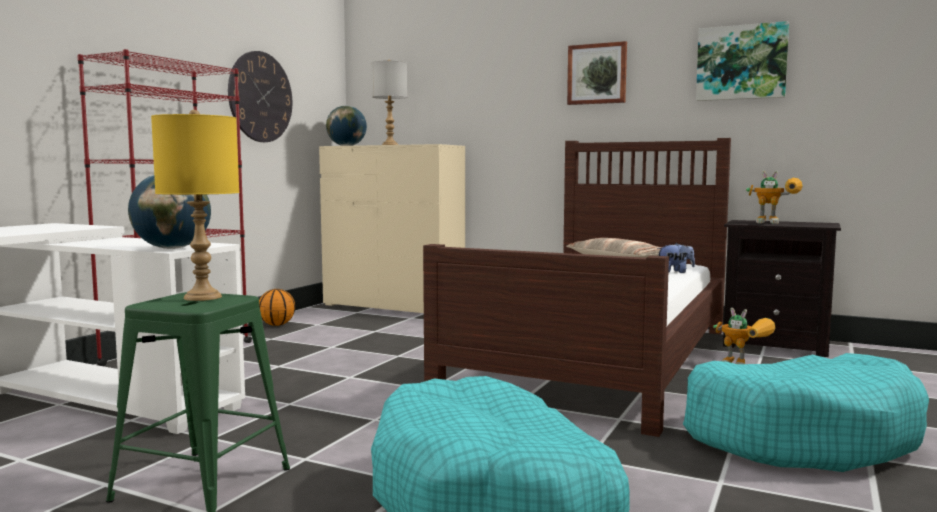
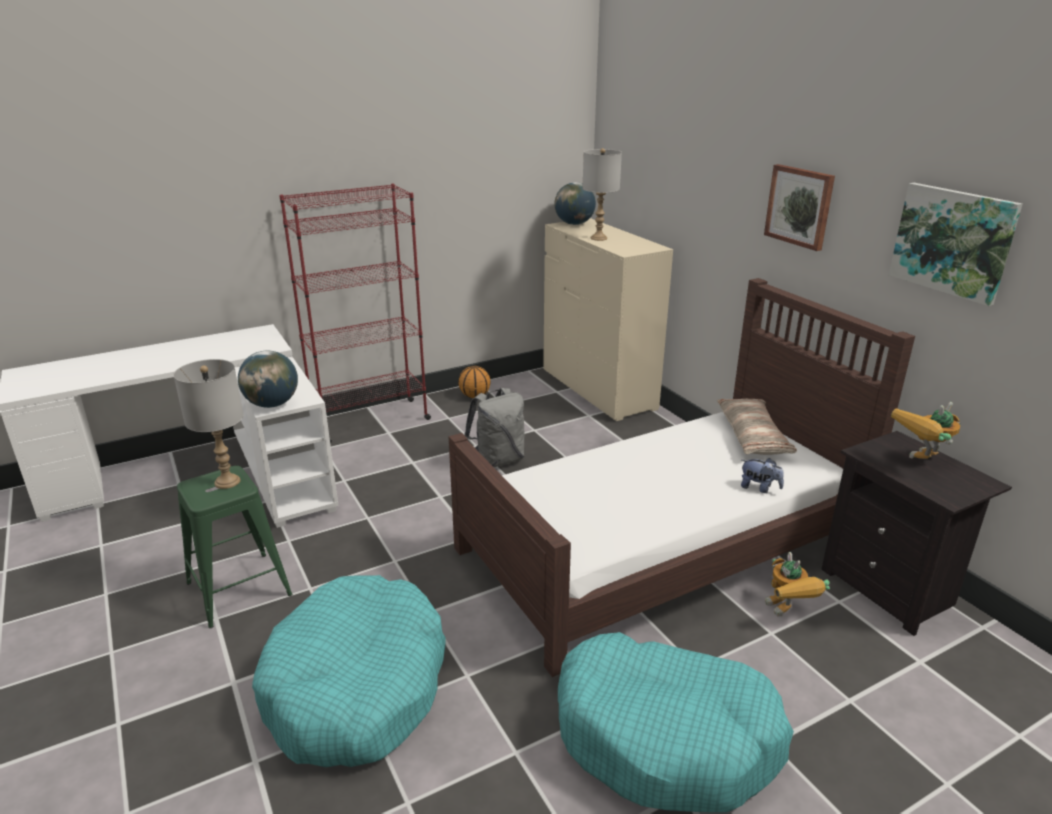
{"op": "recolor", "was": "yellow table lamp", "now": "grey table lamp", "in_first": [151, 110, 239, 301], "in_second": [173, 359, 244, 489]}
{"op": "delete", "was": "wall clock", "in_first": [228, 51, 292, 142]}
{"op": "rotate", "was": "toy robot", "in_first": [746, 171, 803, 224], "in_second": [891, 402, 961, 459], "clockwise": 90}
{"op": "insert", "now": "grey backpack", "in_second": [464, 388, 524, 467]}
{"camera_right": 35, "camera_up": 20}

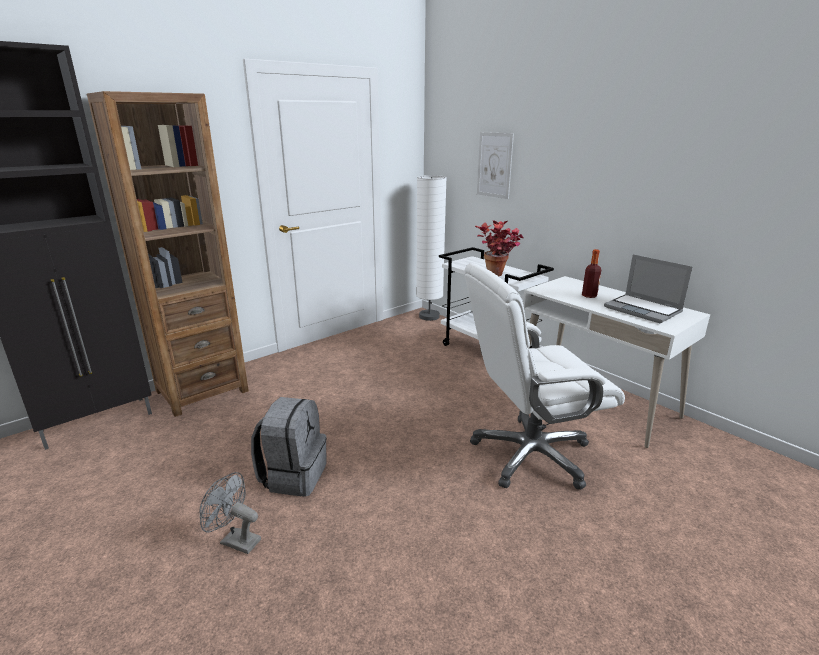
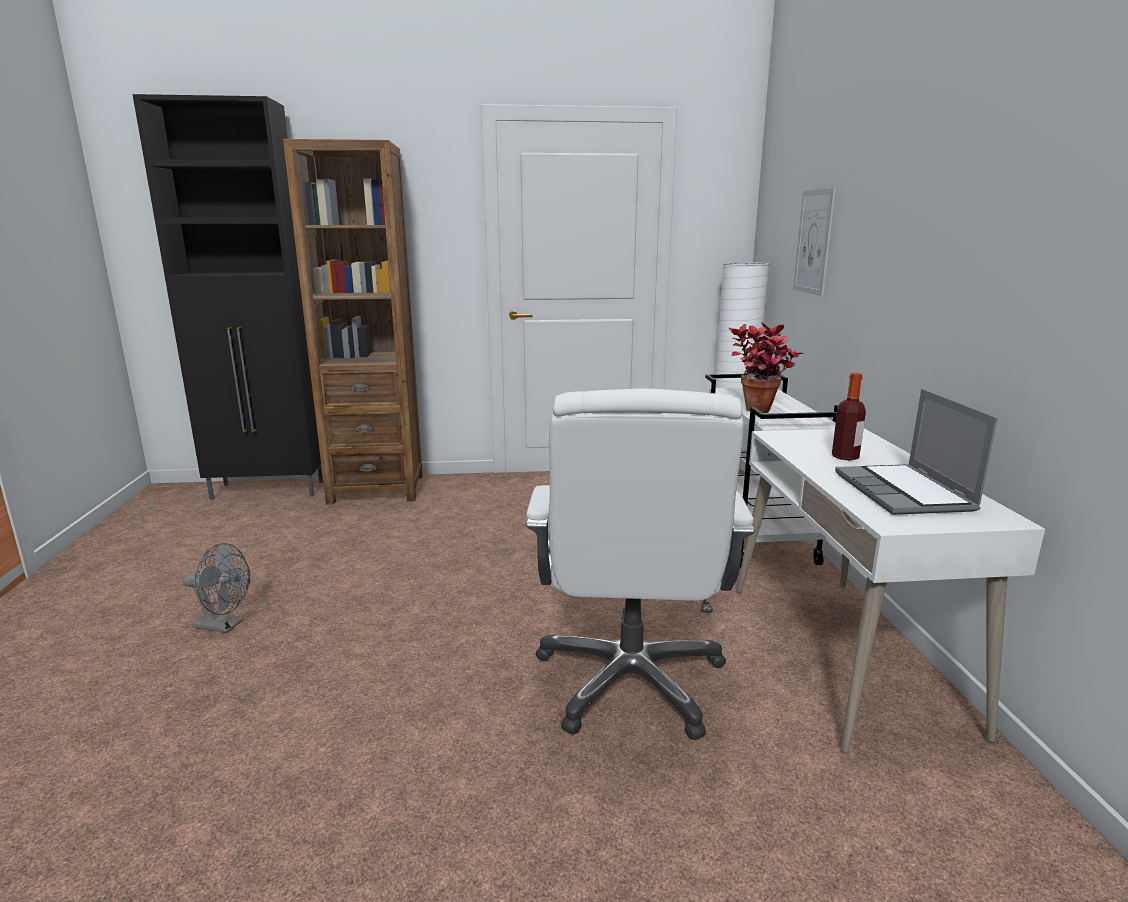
{"op": "rotate", "was": "grey fan", "in_first": [199, 472, 261, 554], "in_second": [183, 543, 250, 633], "clockwise": 135}
{"op": "delete", "was": "grey backpack", "in_first": [251, 397, 327, 497]}
{"op": "rotate", "was": "white office chair", "in_first": [465, 263, 625, 490], "in_second": [526, 388, 755, 740], "clockwise": -105}
{"camera_right": 35, "camera_up": -5}

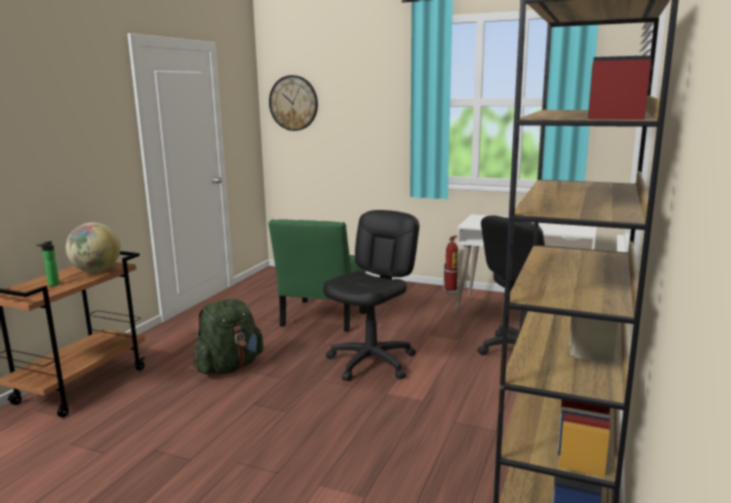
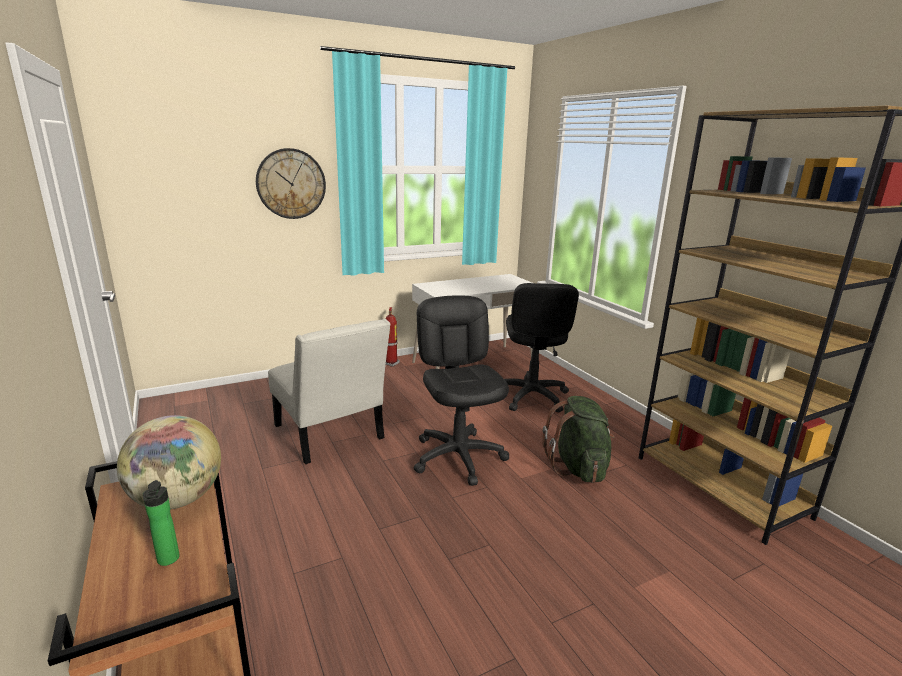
{"op": "move", "was": "green backpack", "in_first": [193, 299, 264, 374], "in_second": [542, 396, 614, 483]}
{"op": "recolor", "was": "green chair", "now": "white chair", "in_first": [268, 219, 366, 332], "in_second": [268, 319, 390, 464]}
{"op": "move", "was": "wall clock", "in_first": [269, 75, 318, 131], "in_second": [256, 148, 326, 219]}
{"camera_right": -50, "camera_up": 5}

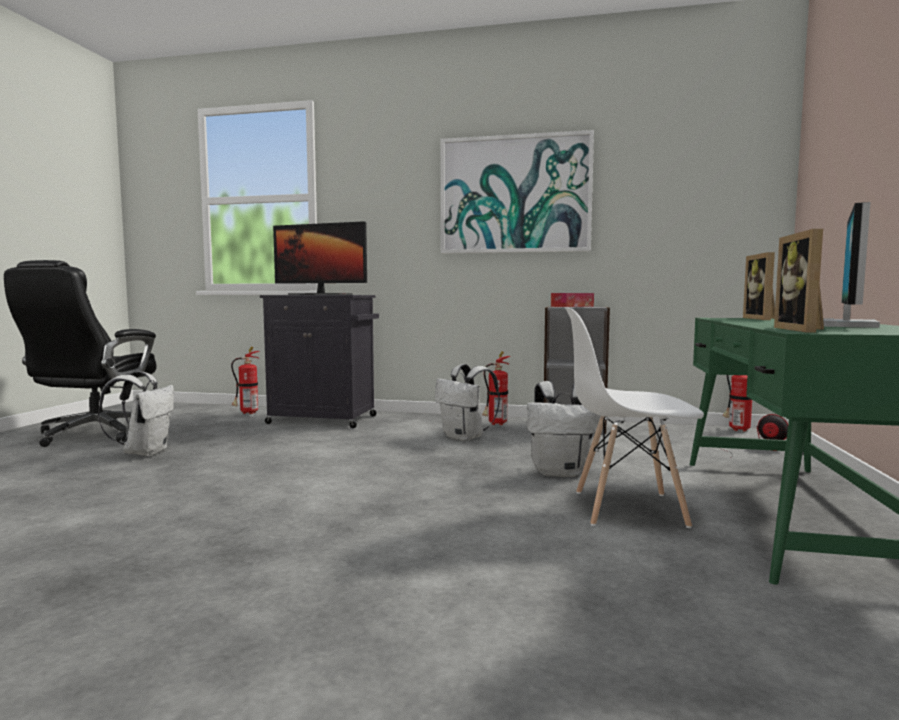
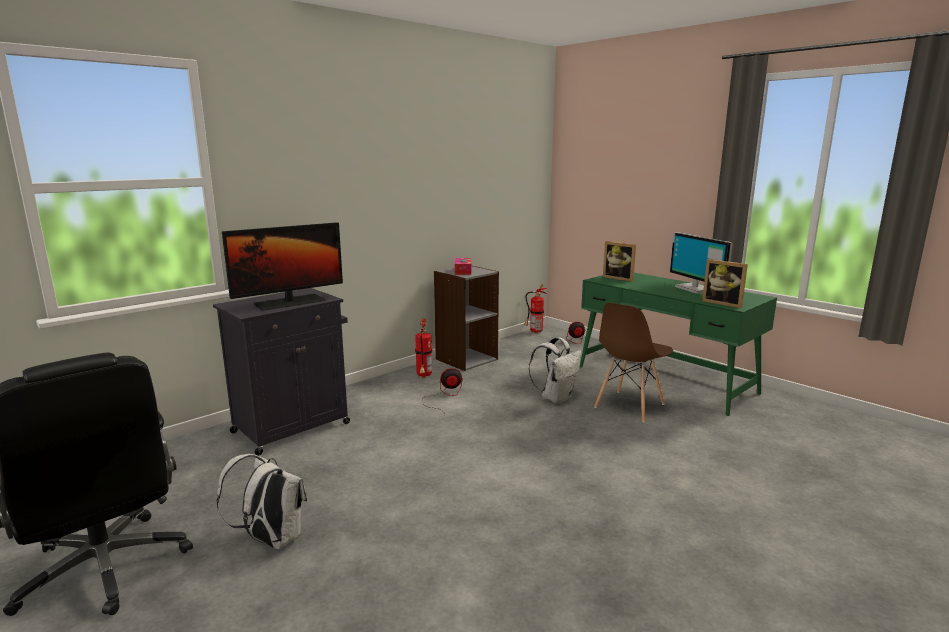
{"op": "delete", "was": "fire extinguisher", "in_first": [231, 347, 260, 414]}
{"op": "replace", "was": "white backpack", "now": "fan", "in_first": [435, 364, 500, 441], "in_second": [422, 368, 463, 414]}
{"op": "delete", "was": "picture", "in_first": [440, 130, 594, 254]}
{"op": "recolor", "was": "white chair", "now": "brown chair", "in_first": [564, 307, 704, 528], "in_second": [594, 302, 673, 422]}
{"camera_right": -55, "camera_up": 10}

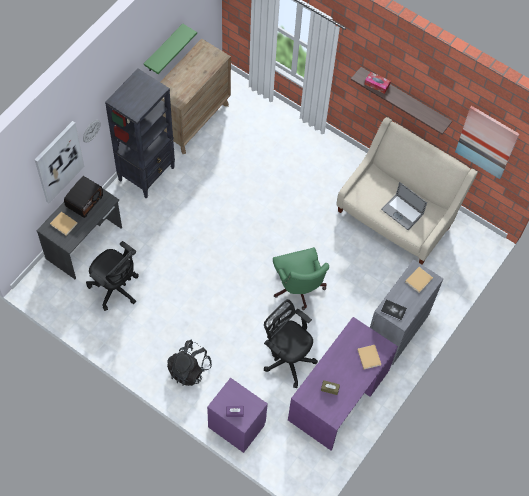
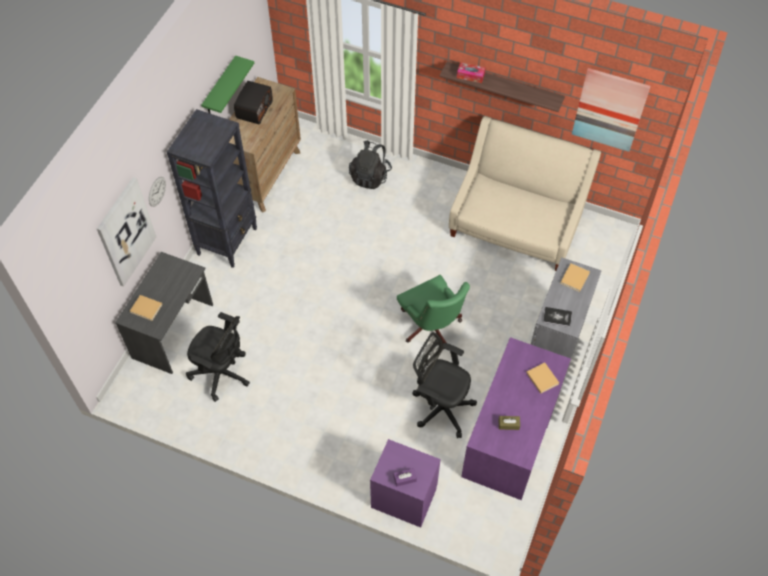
{"op": "move", "was": "radio", "in_first": [64, 176, 103, 218], "in_second": [234, 81, 273, 124]}
{"op": "move", "was": "black backpack", "in_first": [167, 339, 212, 386], "in_second": [349, 140, 392, 189]}
{"op": "delete", "was": "laptop", "in_first": [381, 182, 427, 230]}
{"camera_right": -10, "camera_up": -5}

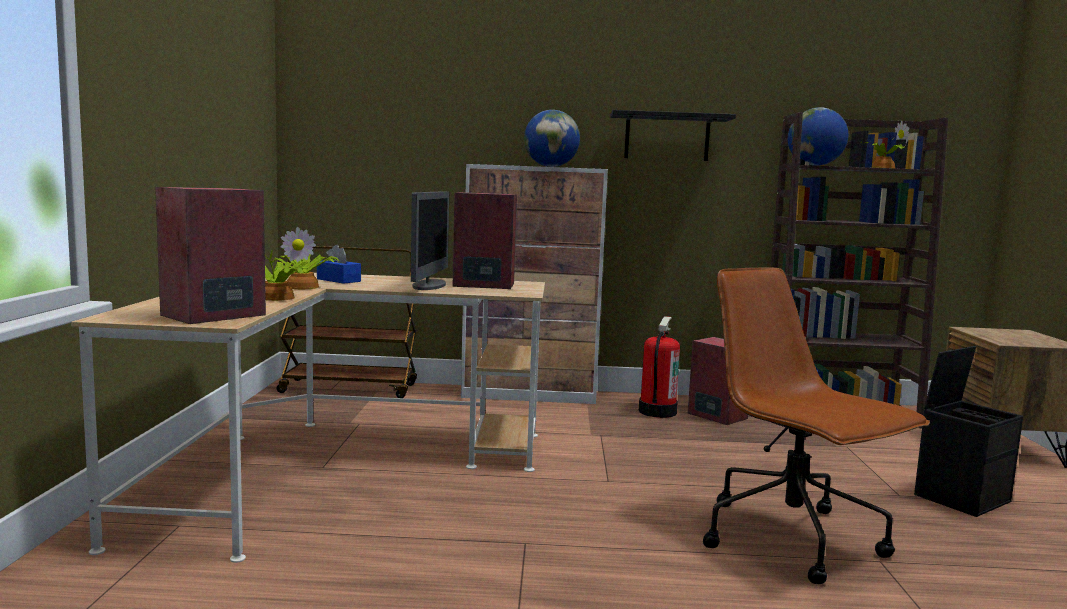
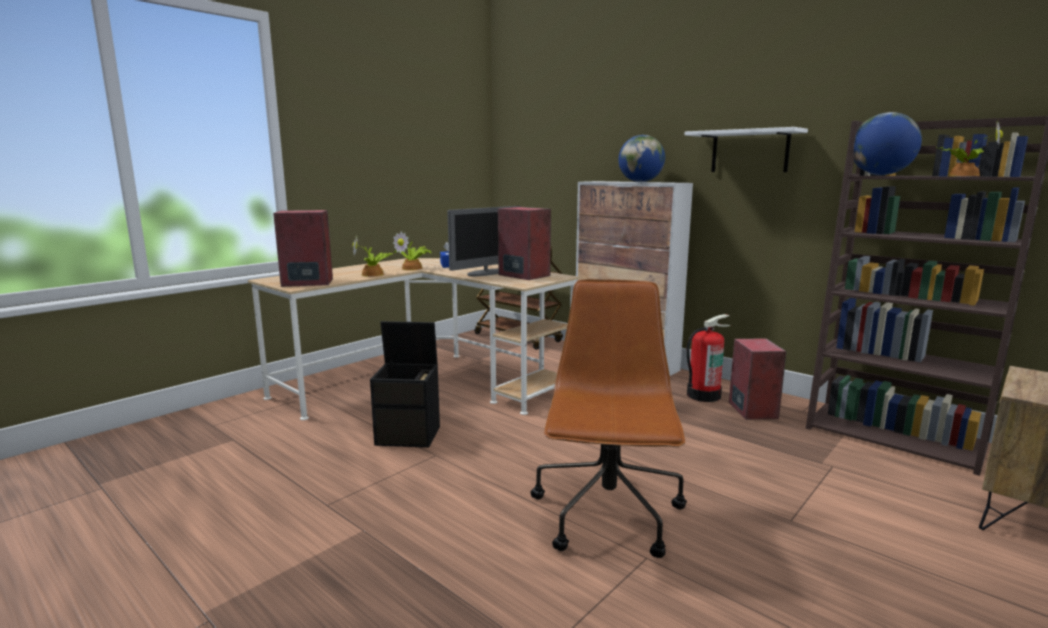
{"op": "recolor", "was": "black shelf", "now": "white shelf", "in_first": [610, 110, 736, 161], "in_second": [684, 127, 808, 172]}
{"op": "move", "was": "black storage box", "in_first": [914, 346, 1023, 517], "in_second": [370, 321, 440, 448]}
{"camera_right": 40, "camera_up": 5}

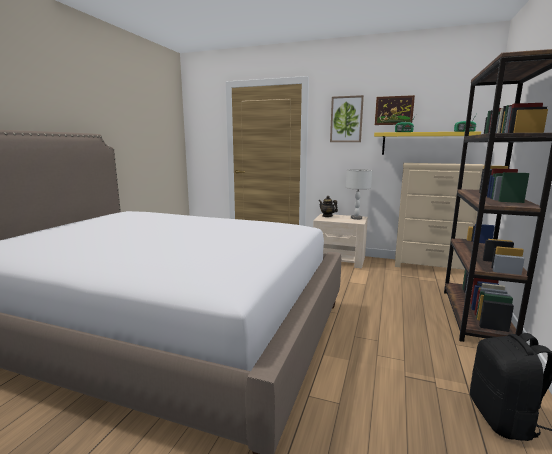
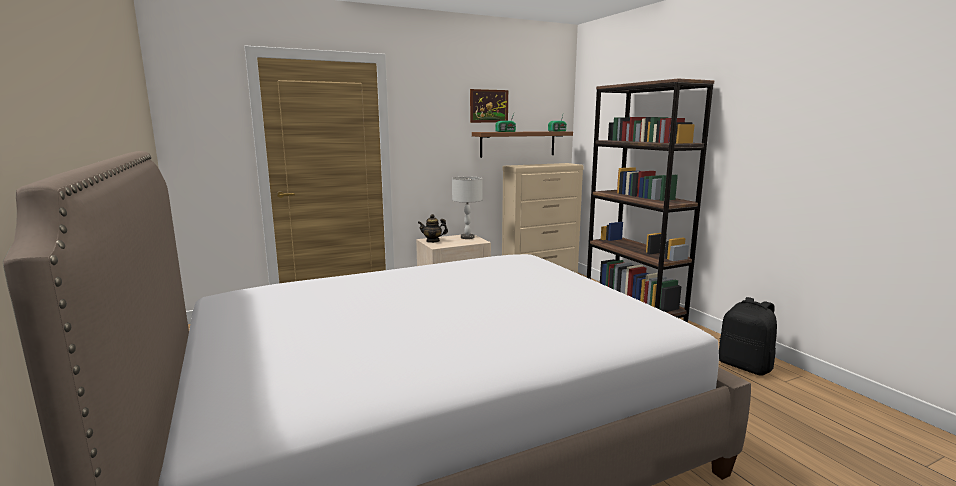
{"op": "delete", "was": "picture", "in_first": [330, 95, 364, 142]}
{"op": "recolor", "was": "yellow shelf", "now": "brown shelf", "in_first": [374, 131, 481, 155], "in_second": [472, 131, 573, 158]}
{"camera_right": -45, "camera_up": 0}

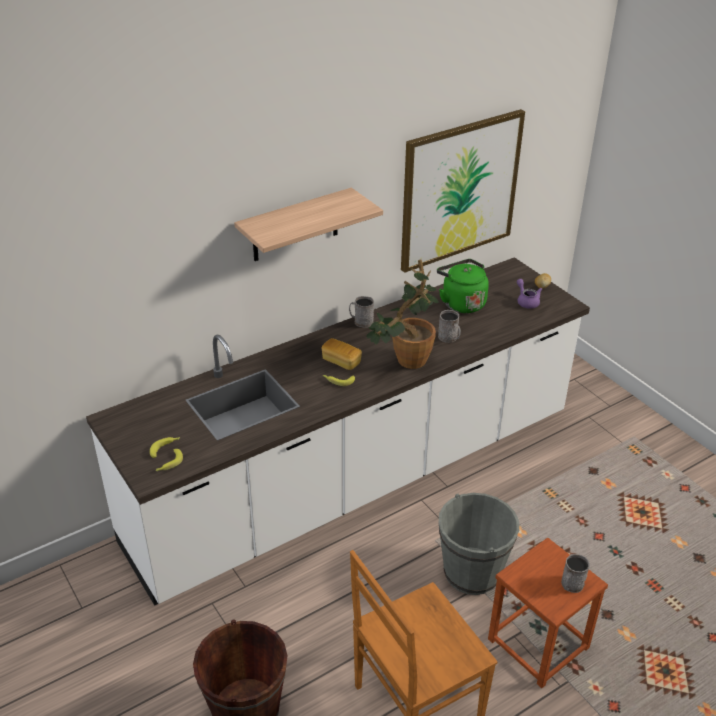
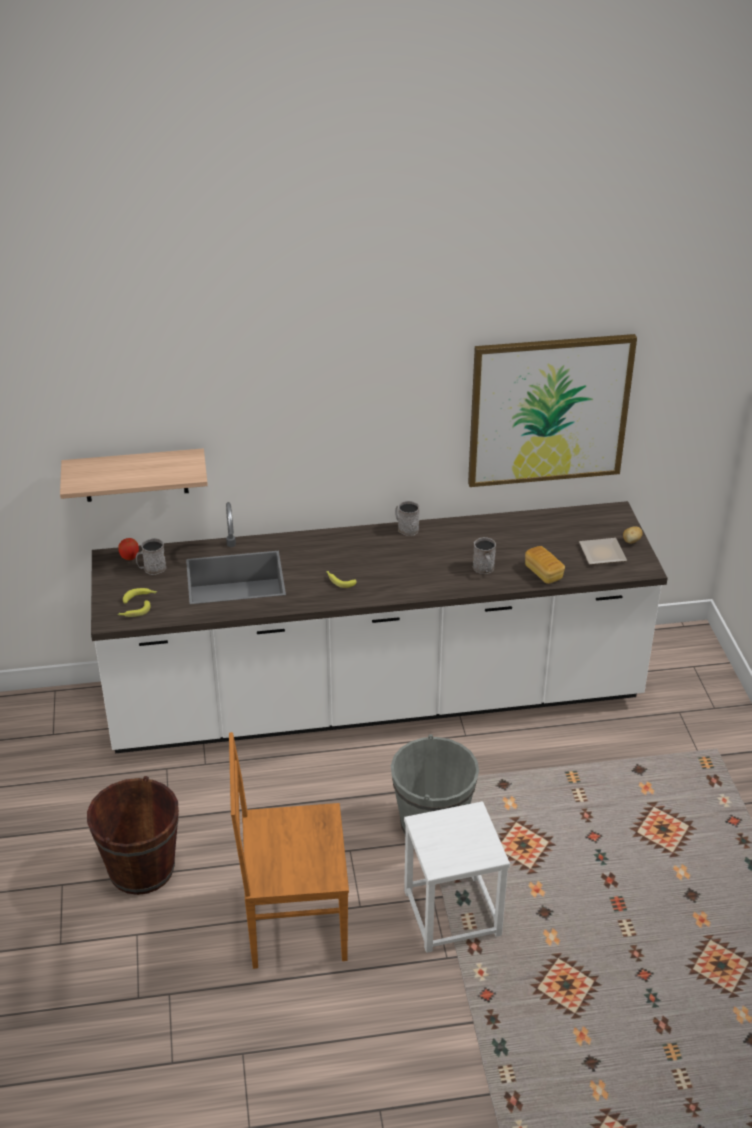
{"op": "move", "was": "shelf", "in_first": [234, 188, 383, 261], "in_second": [60, 448, 208, 502]}
{"op": "move", "was": "bread", "in_first": [322, 338, 362, 370], "in_second": [525, 546, 565, 584]}
{"op": "delete", "was": "potted plant", "in_first": [366, 260, 439, 369]}
{"op": "delete", "was": "green kettle", "in_first": [437, 259, 489, 313]}
{"op": "recolor", "was": "brown stool", "now": "white stool", "in_first": [488, 538, 608, 688], "in_second": [404, 801, 510, 953]}
{"op": "replace", "was": "purple teapot", "now": "plate", "in_first": [517, 279, 542, 309], "in_second": [579, 538, 627, 565]}
{"op": "move", "was": "grey mug", "in_first": [561, 554, 590, 593], "in_second": [136, 538, 166, 575]}
{"op": "insert", "now": "apple", "in_second": [118, 538, 139, 560]}
{"camera_right": 25, "camera_up": 0}

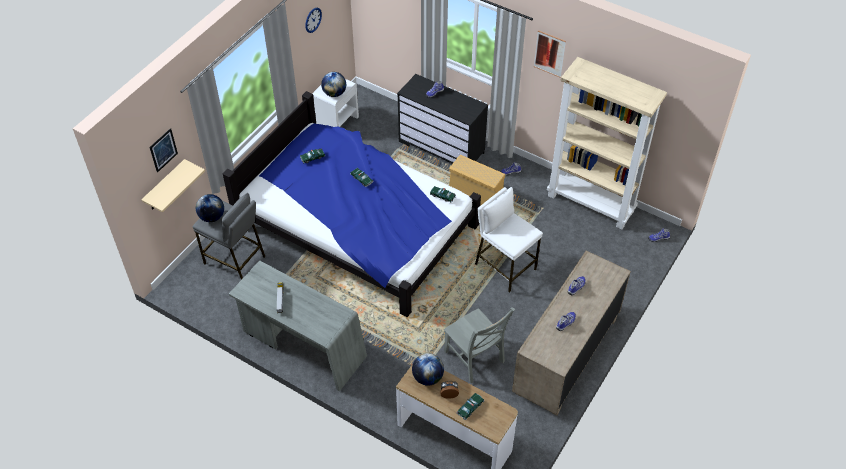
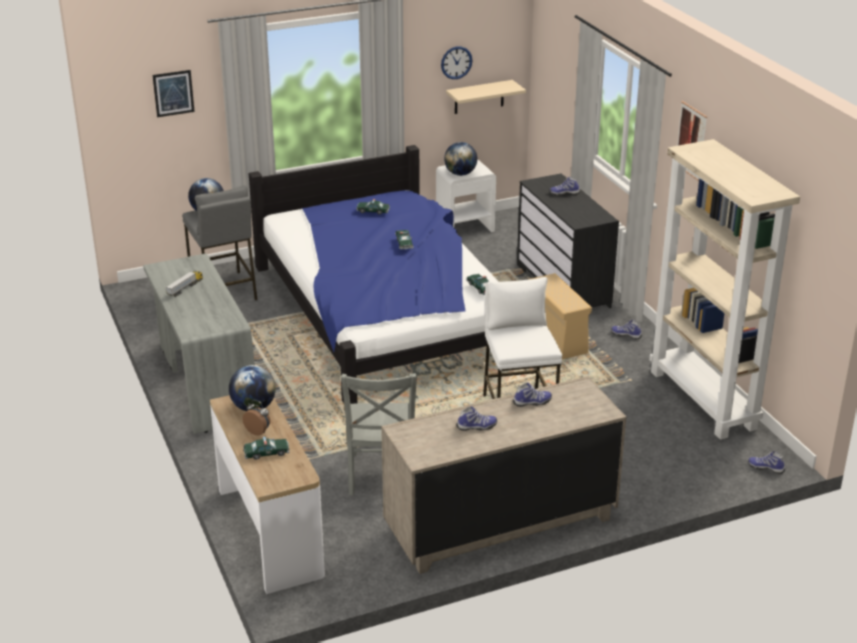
{"op": "move", "was": "beige shelf", "in_first": [141, 159, 205, 212], "in_second": [446, 80, 526, 114]}
{"camera_right": 35, "camera_up": -20}

